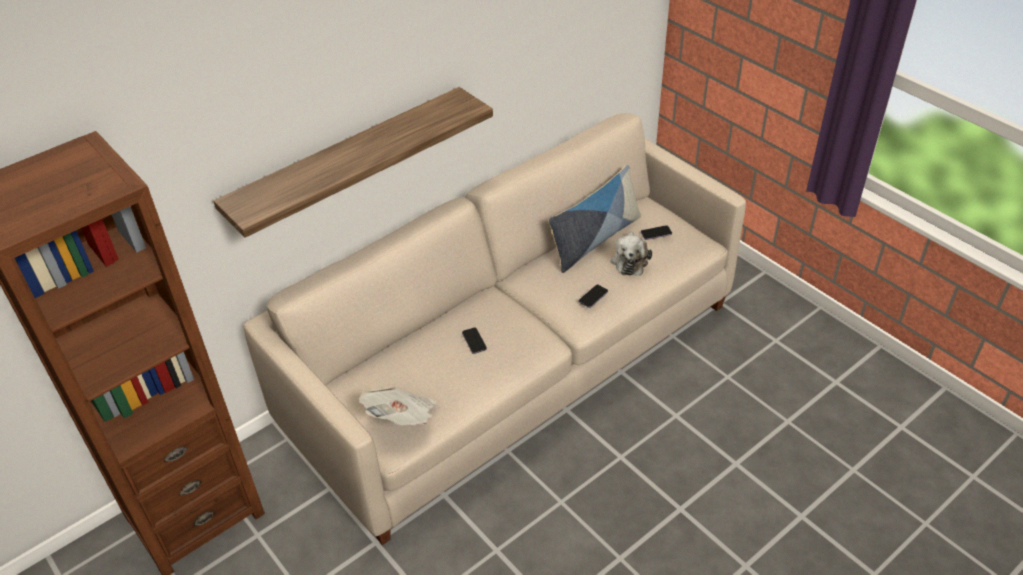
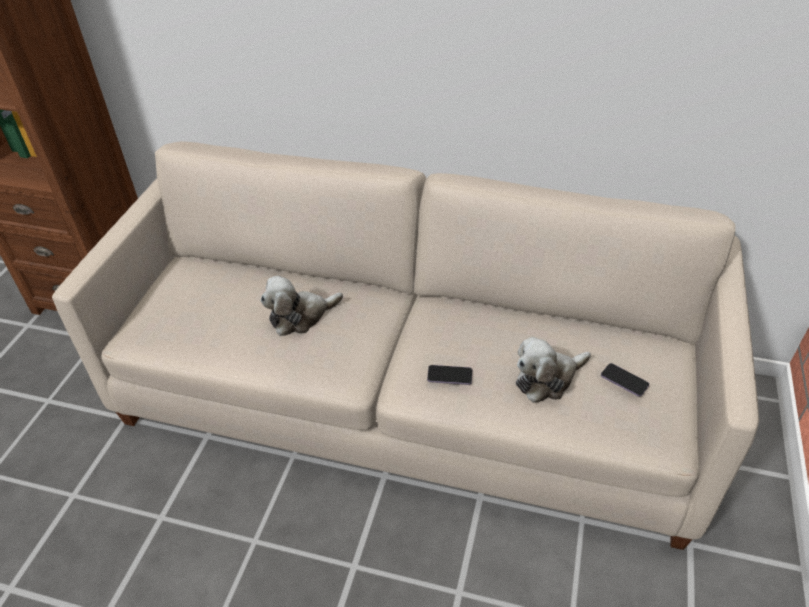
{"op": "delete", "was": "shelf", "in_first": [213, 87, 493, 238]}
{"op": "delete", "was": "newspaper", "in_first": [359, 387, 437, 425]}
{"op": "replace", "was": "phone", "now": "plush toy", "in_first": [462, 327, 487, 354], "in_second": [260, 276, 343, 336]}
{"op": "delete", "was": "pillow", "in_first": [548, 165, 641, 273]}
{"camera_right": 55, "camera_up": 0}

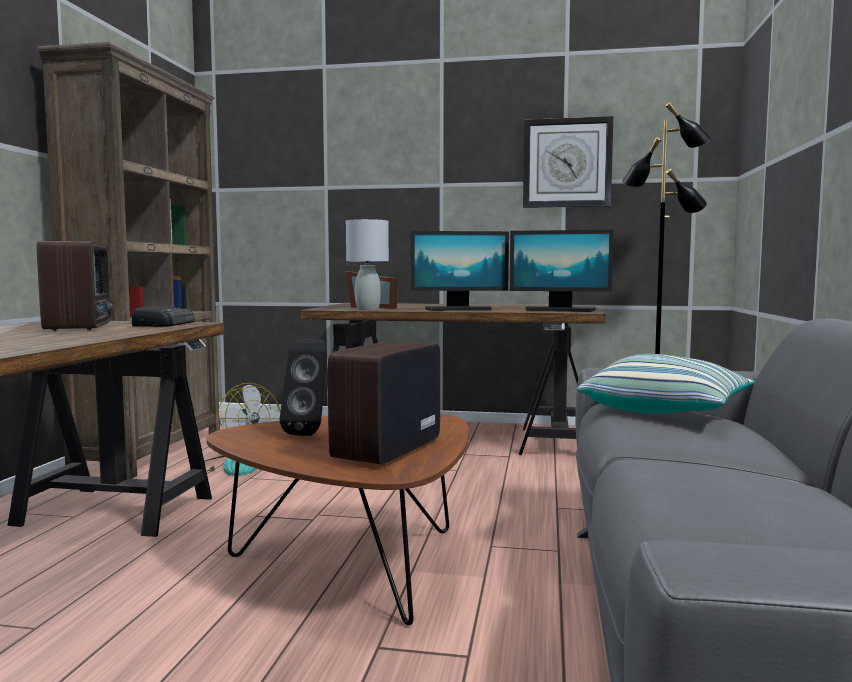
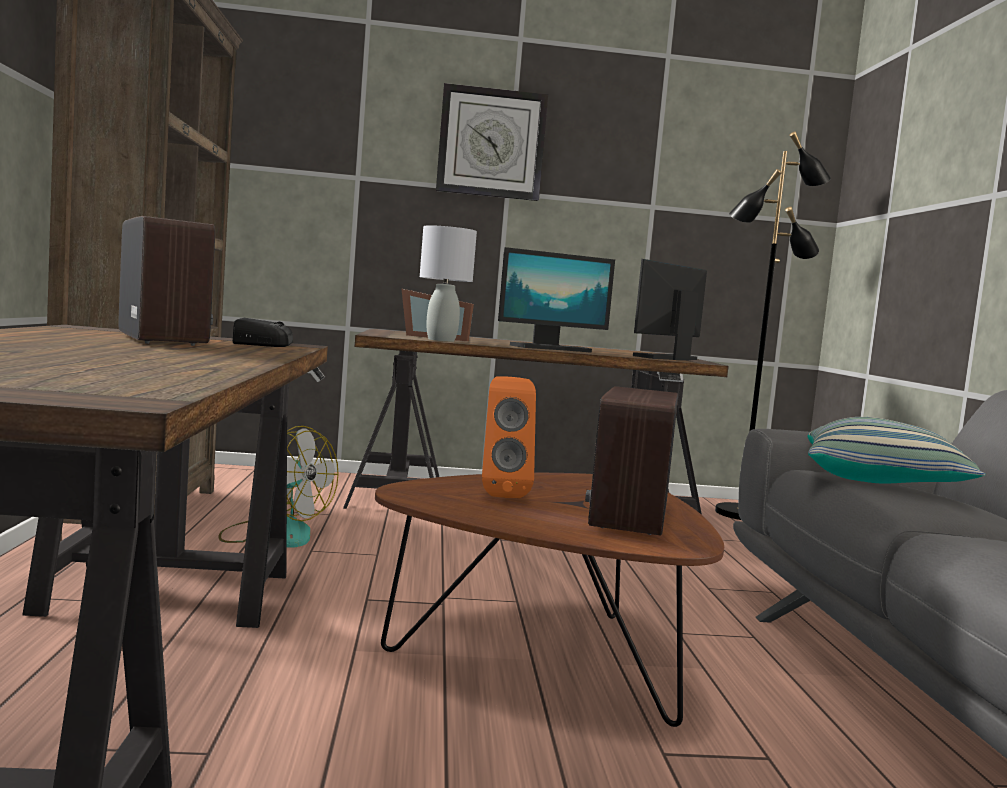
{"op": "recolor", "was": "black speaker", "now": "orange speaker", "in_first": [280, 339, 327, 436], "in_second": [482, 377, 536, 498]}
{"op": "rotate", "was": "monitor", "in_first": [510, 230, 614, 312], "in_second": [633, 259, 707, 360], "clockwise": 135}
{"op": "move", "was": "wall clock", "in_first": [523, 116, 613, 208], "in_second": [436, 83, 548, 201]}
{"camera_right": -15, "camera_up": 0}

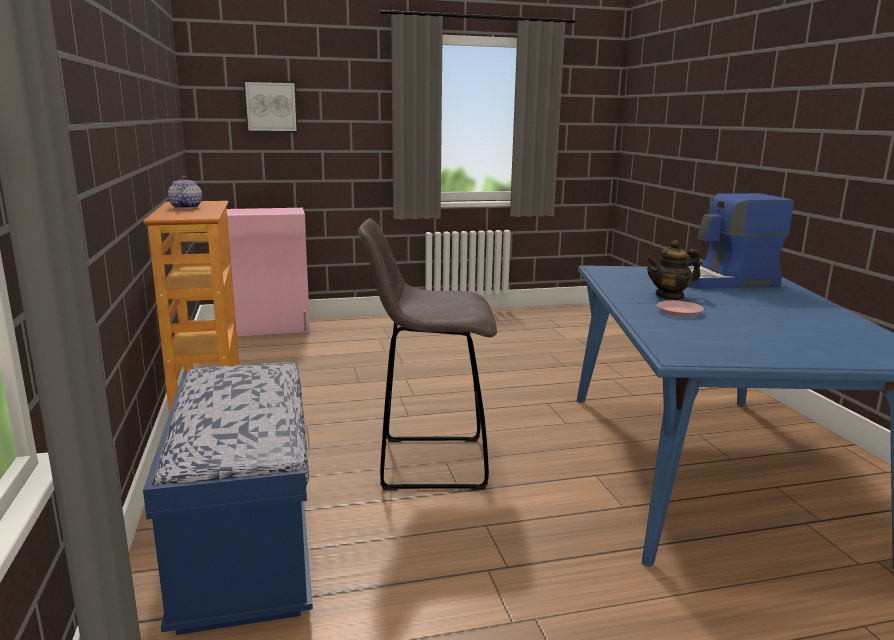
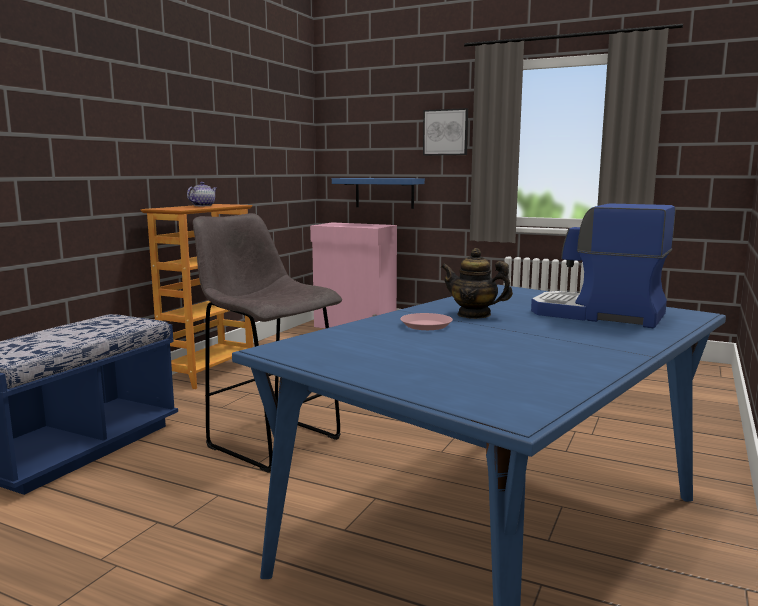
{"op": "move", "was": "picture", "in_first": [243, 80, 298, 133], "in_second": [423, 108, 468, 156]}
{"op": "insert", "now": "blue shelf", "in_second": [332, 178, 425, 209]}
{"camera_right": 40, "camera_up": -5}

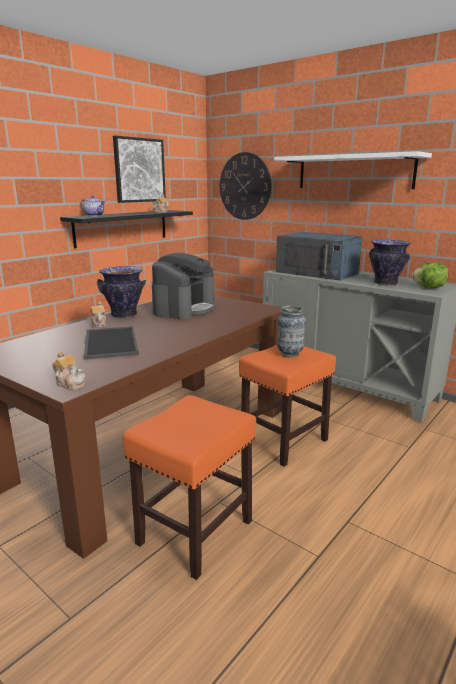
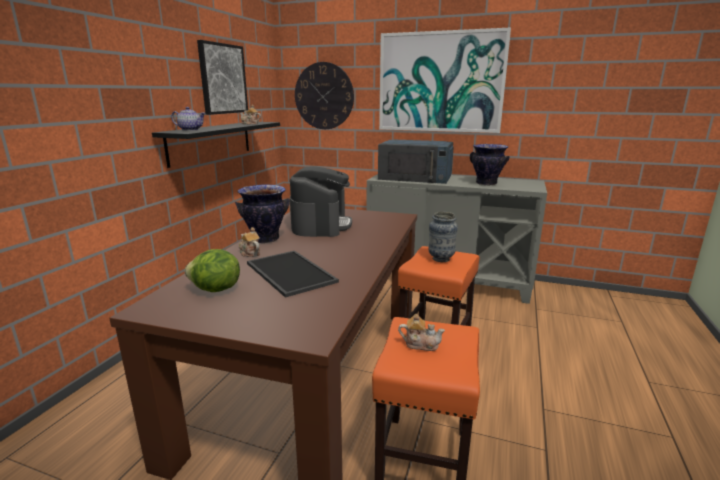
{"op": "move", "was": "teapot", "in_first": [53, 351, 86, 390], "in_second": [398, 314, 445, 351]}
{"op": "replace", "was": "white shelf", "now": "picture", "in_first": [274, 151, 432, 189], "in_second": [379, 27, 511, 133]}
{"op": "move", "was": "lettuce", "in_first": [412, 262, 448, 289], "in_second": [185, 249, 240, 292]}
{"camera_right": -20, "camera_up": 0}

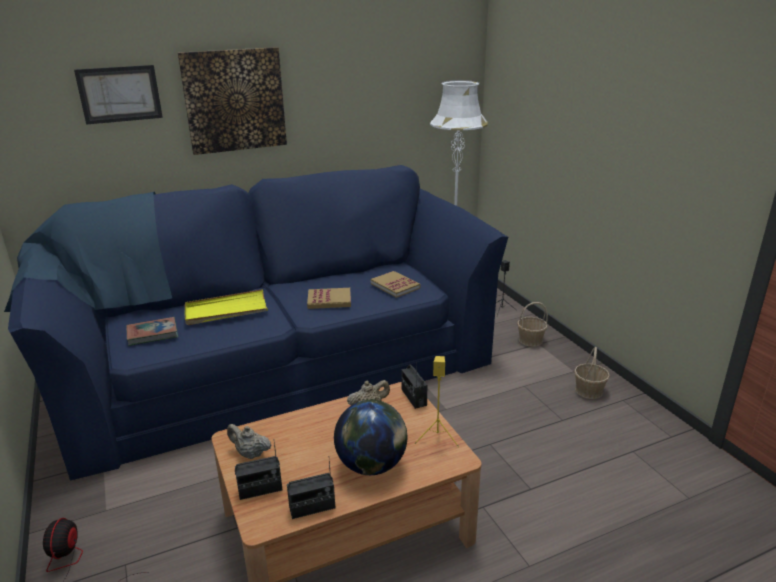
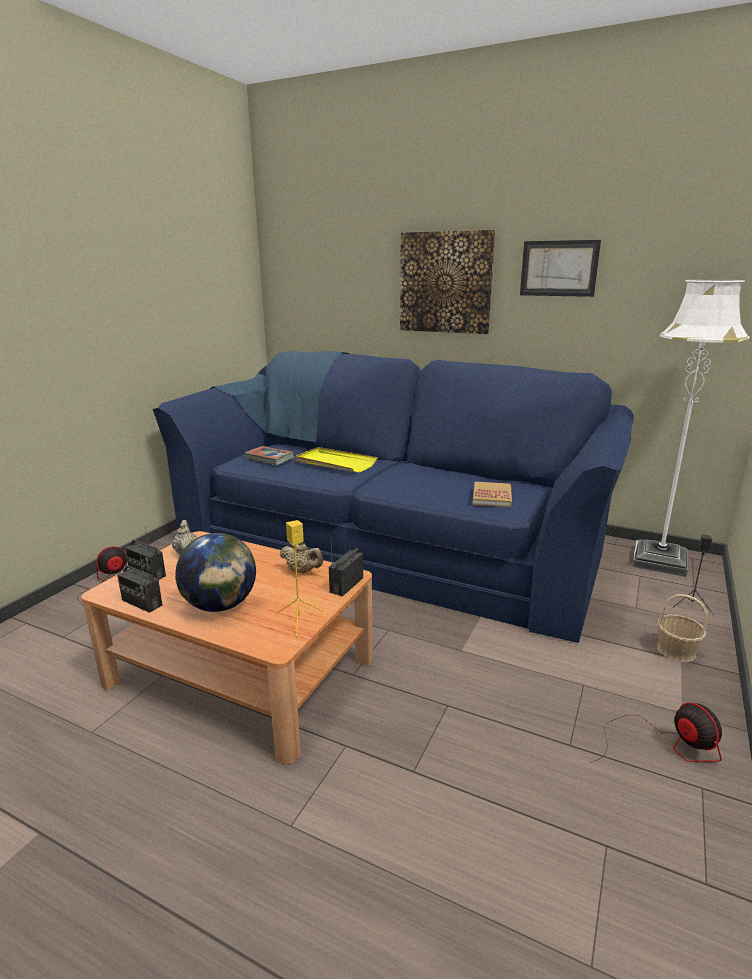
{"op": "move", "was": "picture", "in_first": [74, 65, 163, 125], "in_second": [520, 240, 601, 297]}
{"op": "delete", "was": "book", "in_first": [307, 288, 351, 309]}
{"op": "replace", "was": "basket", "now": "fan", "in_first": [574, 347, 610, 399], "in_second": [590, 702, 722, 763]}
{"camera_right": 50, "camera_up": -5}

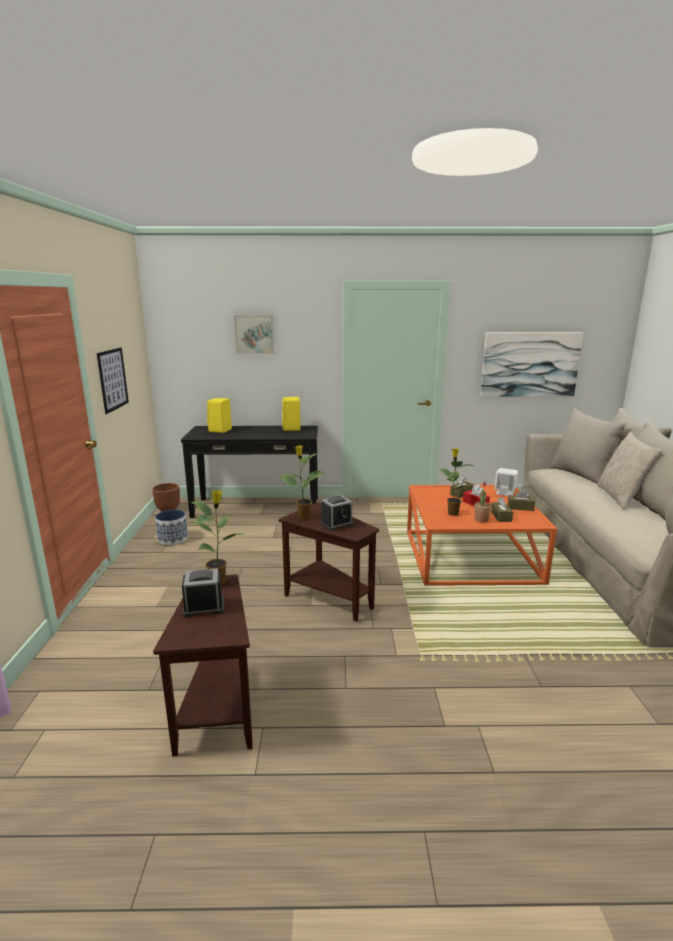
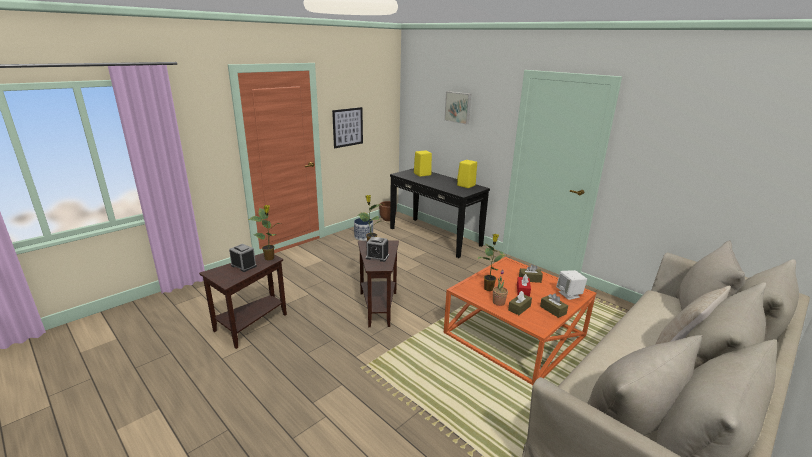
{"op": "delete", "was": "picture", "in_first": [480, 332, 583, 397]}
{"camera_right": 45, "camera_up": 5}

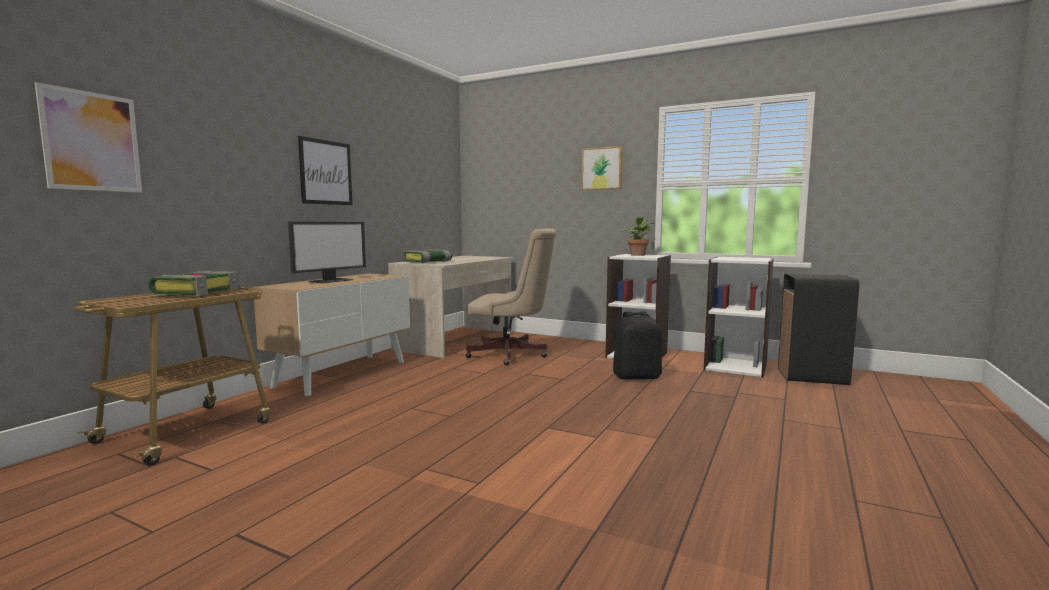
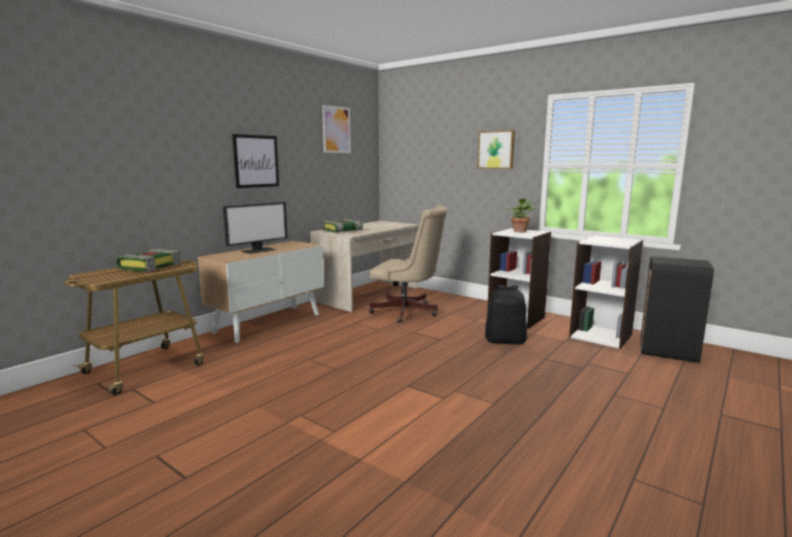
{"op": "move", "was": "picture", "in_first": [35, 82, 142, 193], "in_second": [322, 105, 351, 153]}
{"camera_right": 10, "camera_up": 5}

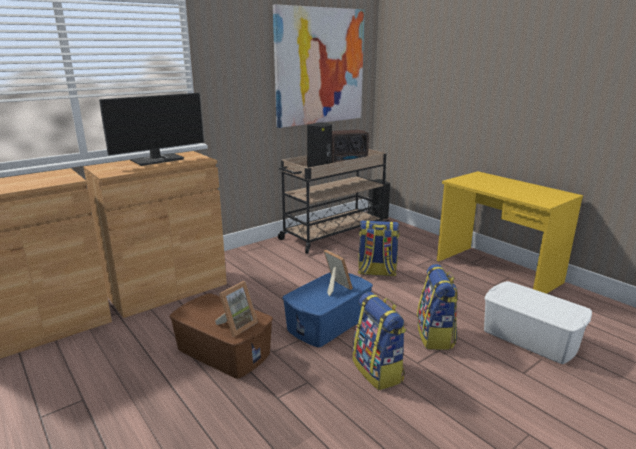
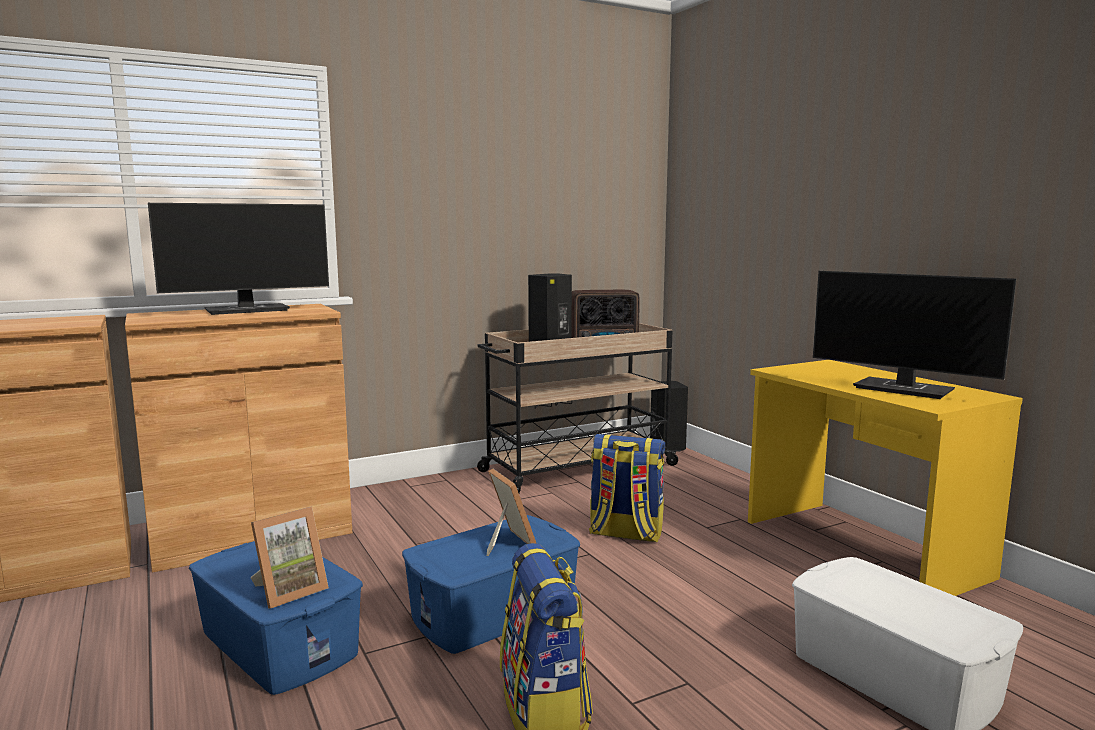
{"op": "recolor", "was": "brown storage box", "now": "blue storage box", "in_first": [169, 293, 273, 379], "in_second": [189, 541, 363, 695]}
{"op": "delete", "was": "picture", "in_first": [273, 4, 365, 128]}
{"op": "delete", "was": "backpack", "in_first": [417, 264, 458, 350]}
{"op": "insert", "now": "monitor", "in_second": [813, 271, 1016, 399]}
{"camera_right": 10, "camera_up": -10}

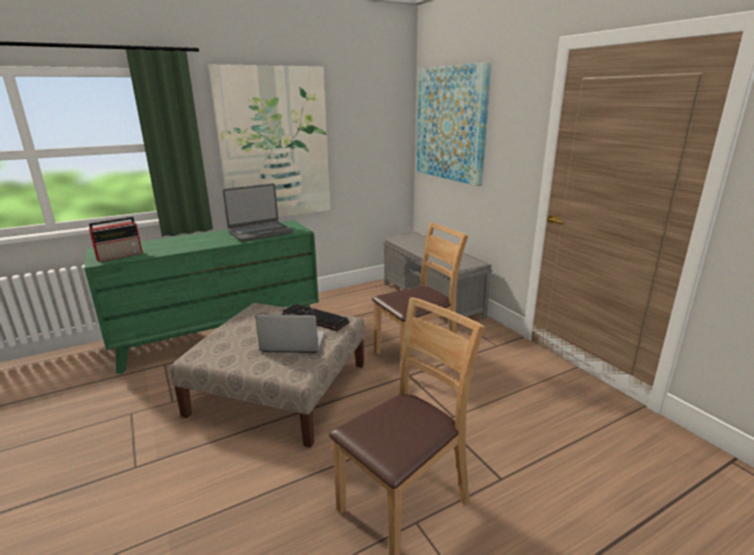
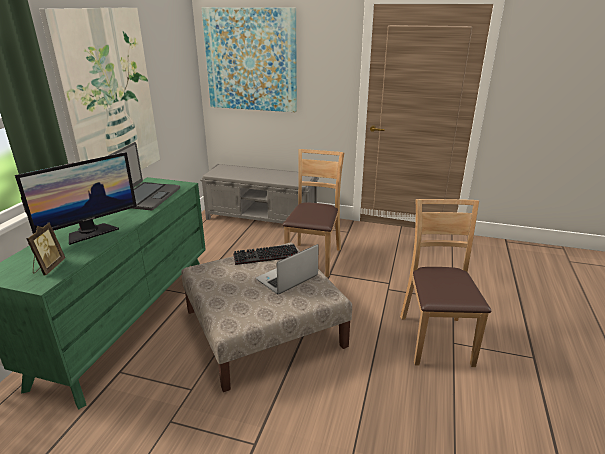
{"op": "replace", "was": "radio", "now": "picture frame", "in_first": [89, 217, 143, 262], "in_second": [26, 223, 65, 275]}
{"op": "insert", "now": "monitor", "in_second": [15, 152, 137, 245]}
{"camera_right": -45, "camera_up": 5}

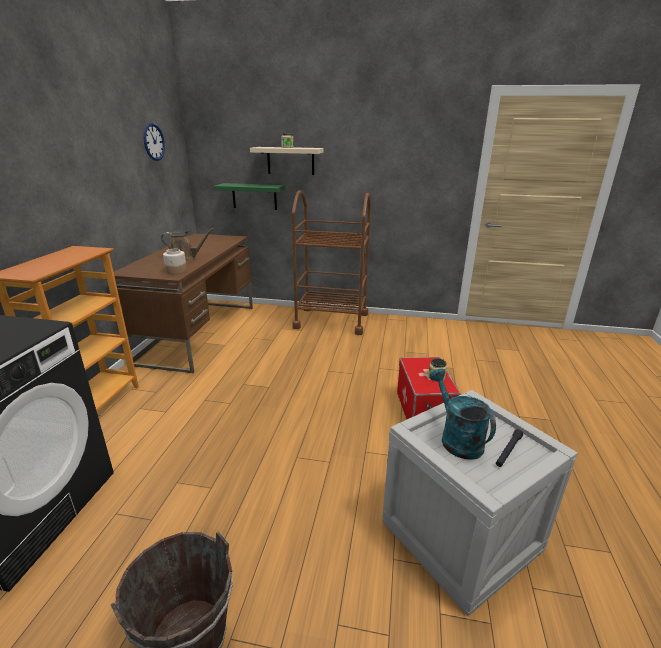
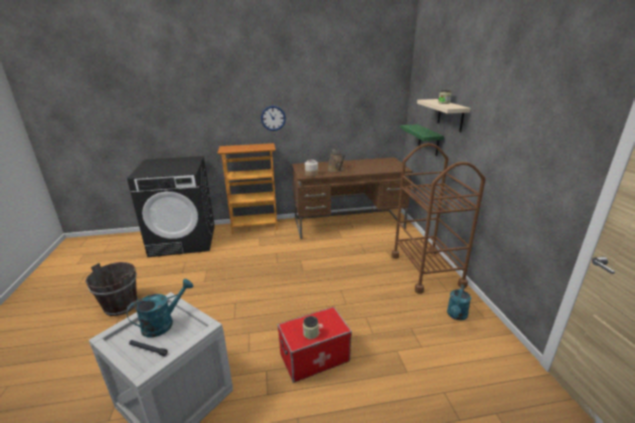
{"op": "move", "was": "wall clock", "in_first": [143, 123, 165, 161], "in_second": [261, 106, 286, 131]}
{"op": "insert", "now": "turquoise watering can", "in_second": [447, 284, 471, 320]}
{"camera_right": 70, "camera_up": 0}

